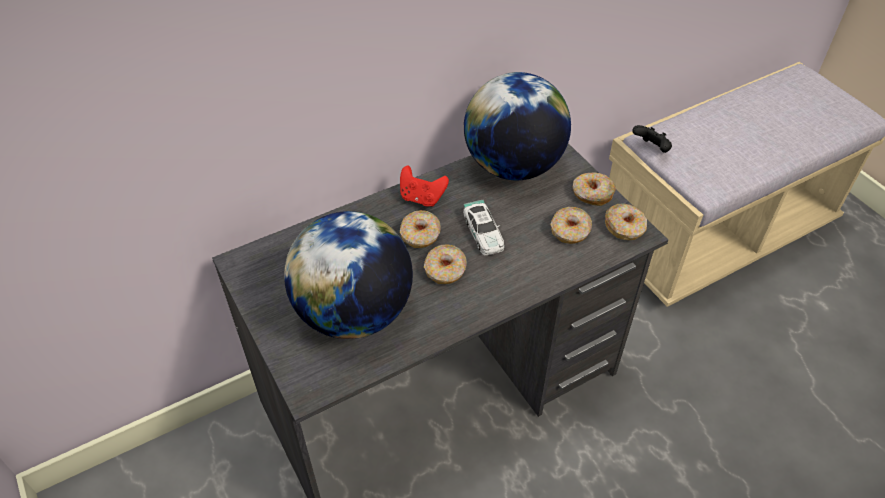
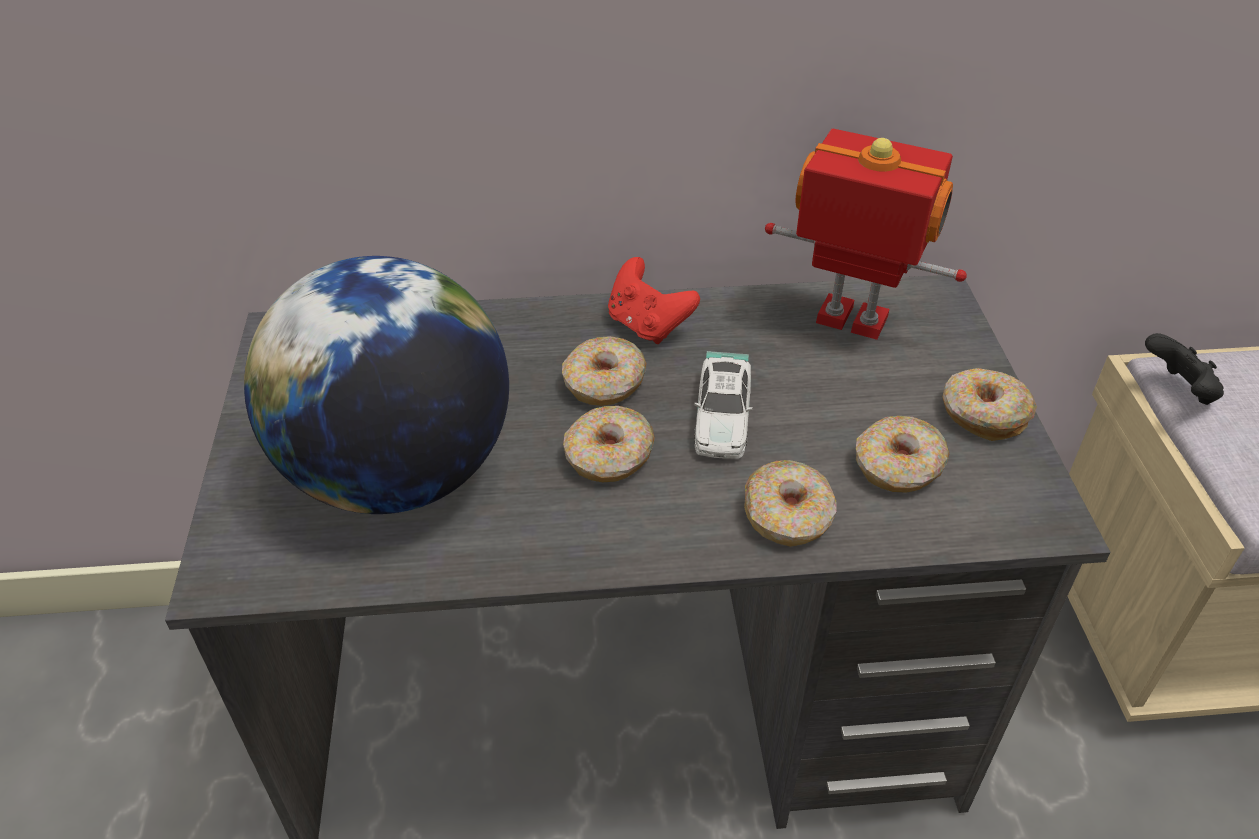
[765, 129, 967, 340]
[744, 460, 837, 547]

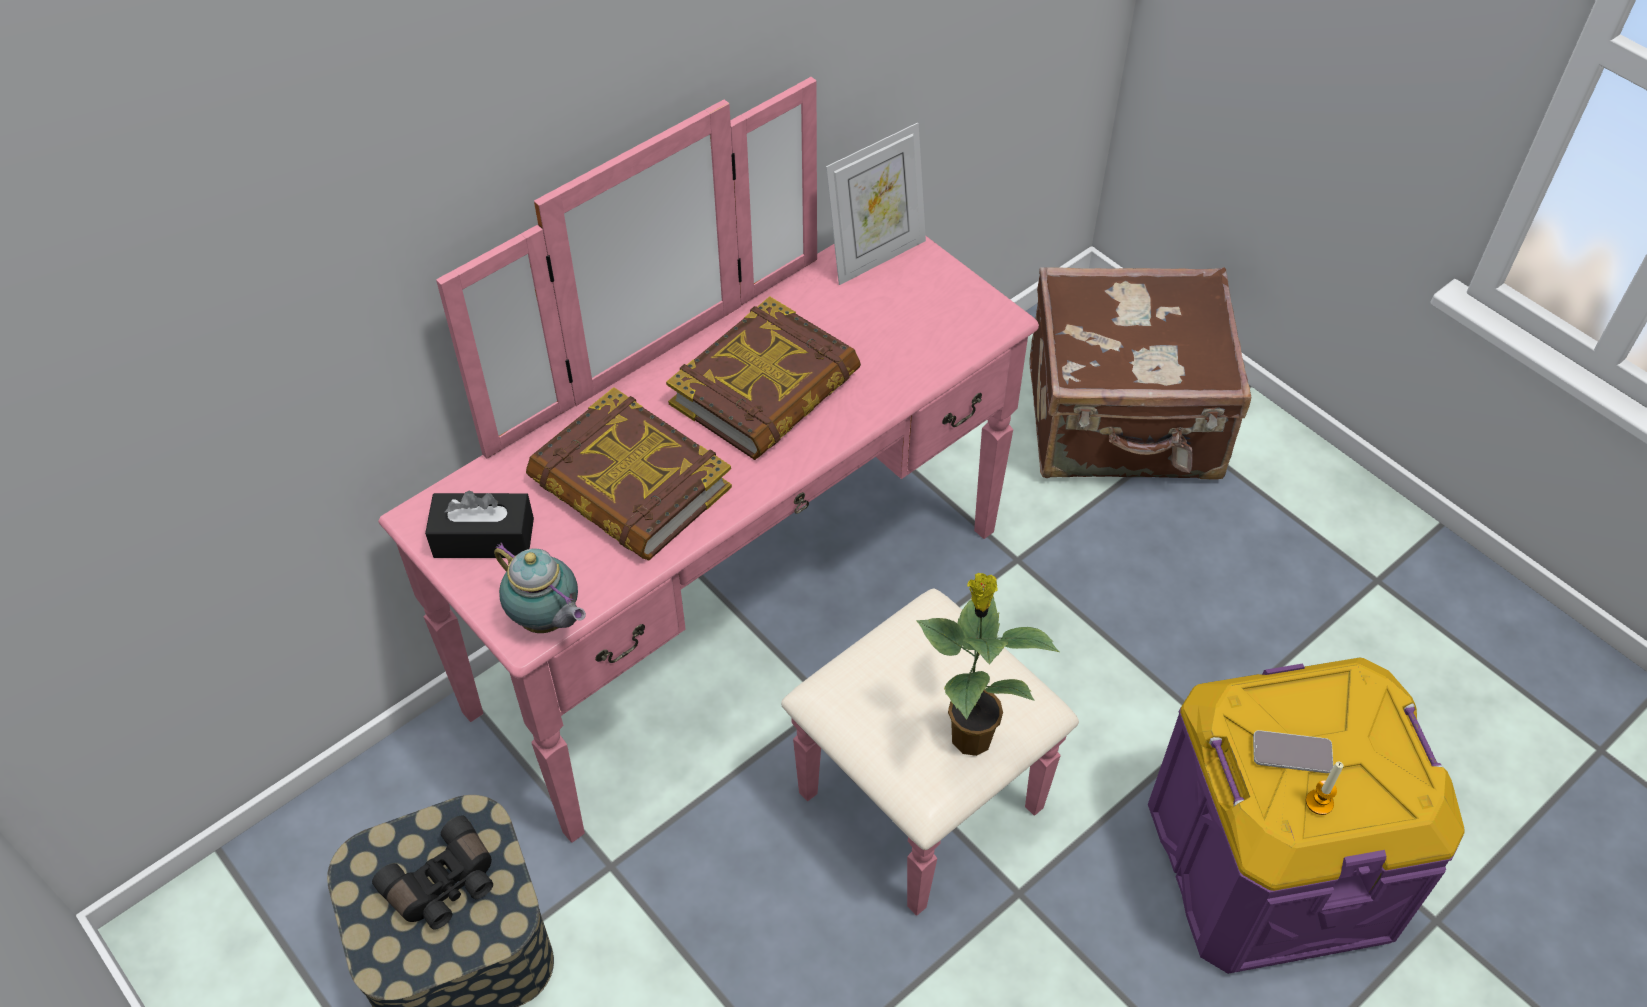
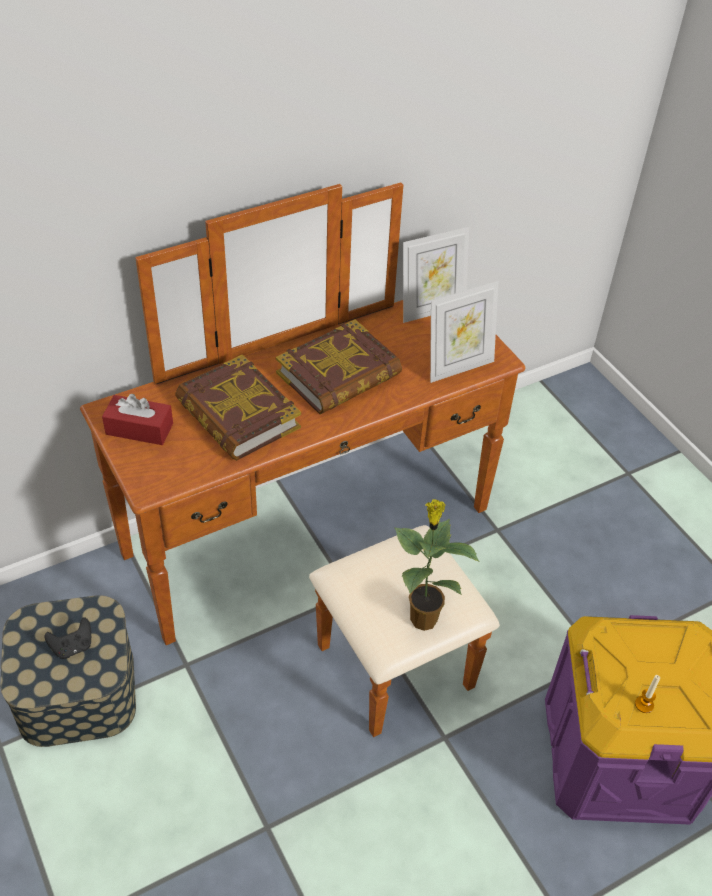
[45, 617, 91, 659]
[80, 182, 525, 737]
[102, 394, 173, 445]
[494, 543, 586, 633] (first image)
[1029, 267, 1251, 480] (first image)
[1253, 730, 1333, 773] (first image)
[430, 281, 499, 383]

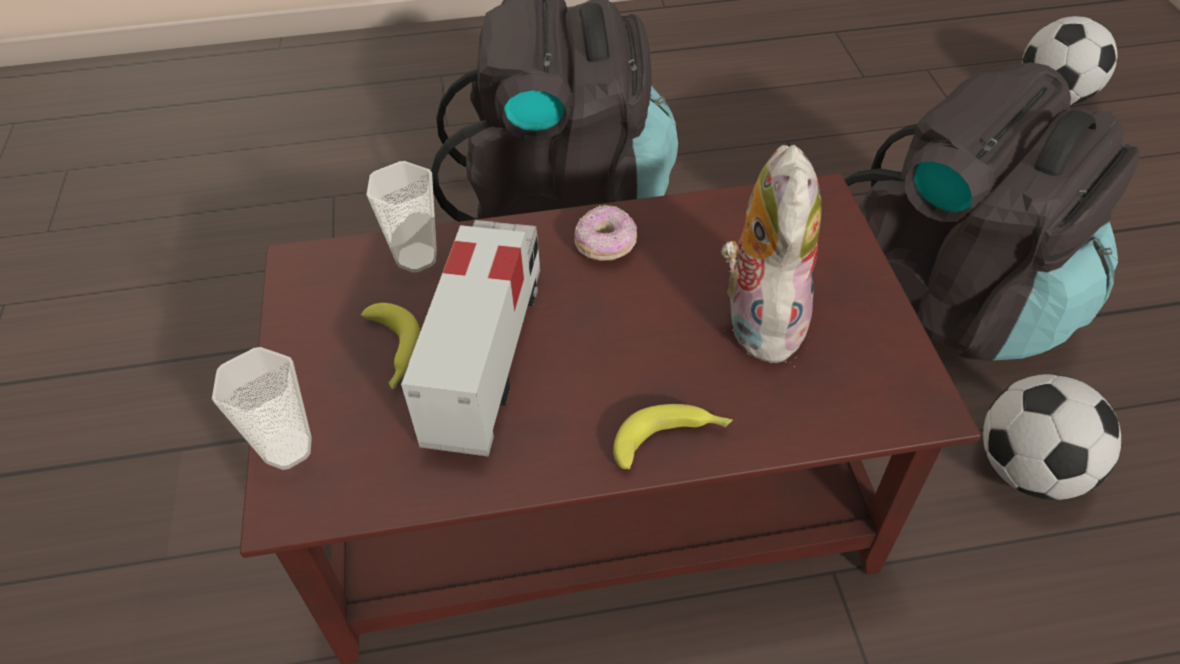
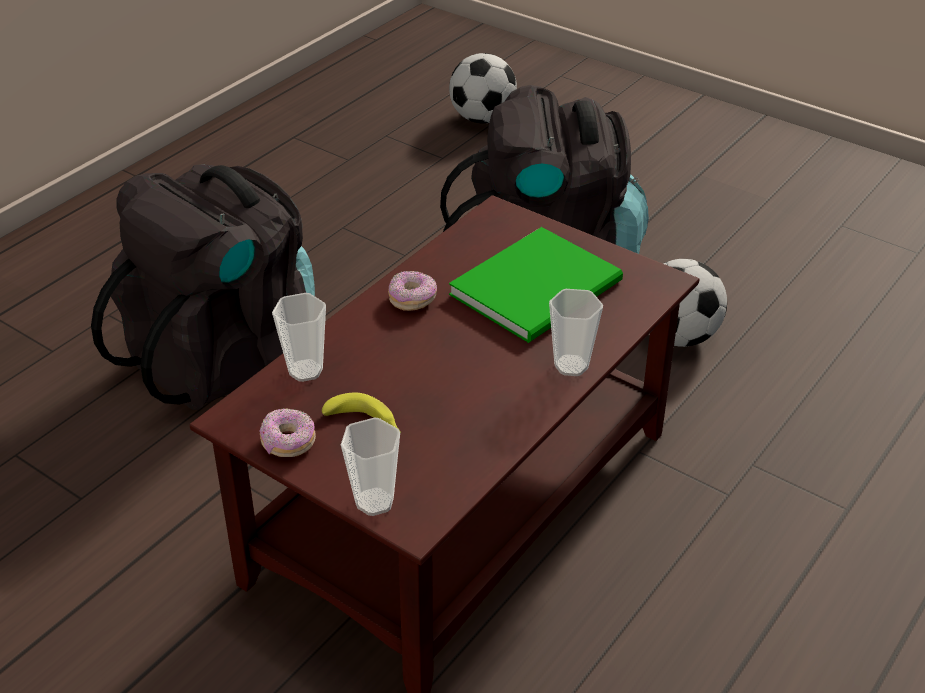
[401, 220, 540, 456] (first image)
[549, 289, 603, 376]
[449, 227, 623, 343]
[260, 408, 316, 457]

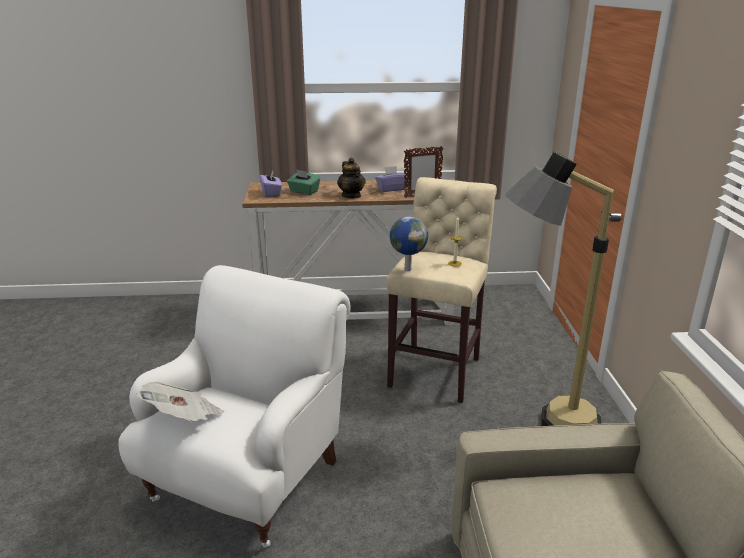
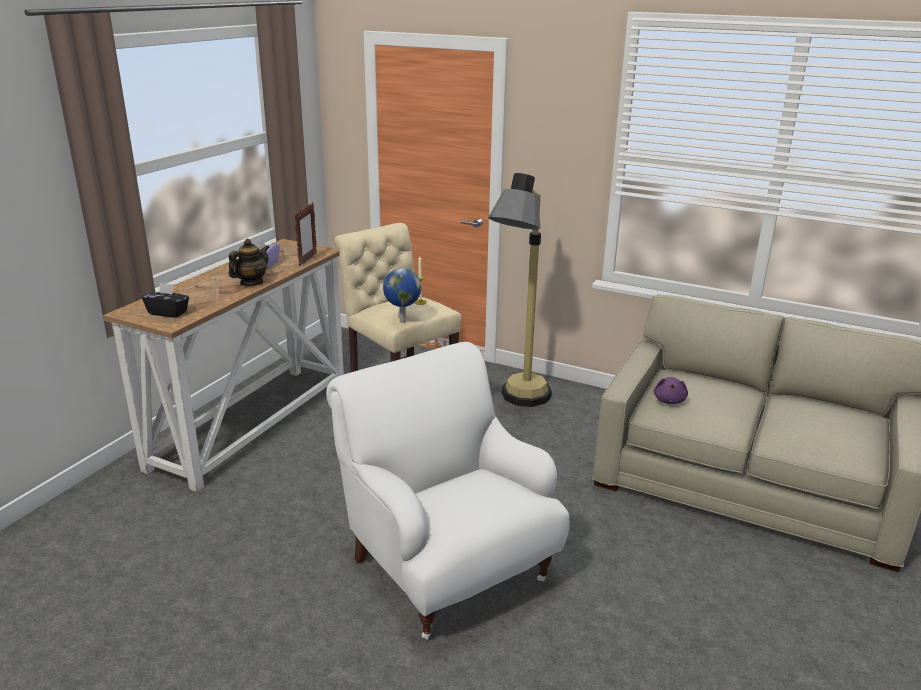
[136, 382, 224, 422] (first image)
[142, 283, 189, 318]
[287, 169, 320, 195] (first image)
[228, 239, 269, 286]
[653, 377, 688, 404]

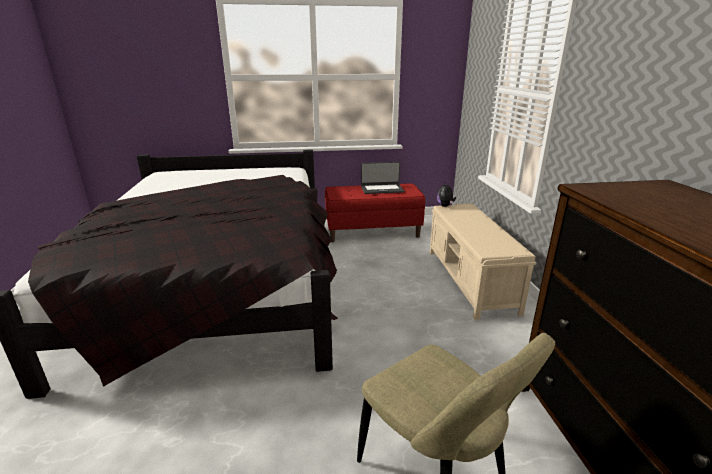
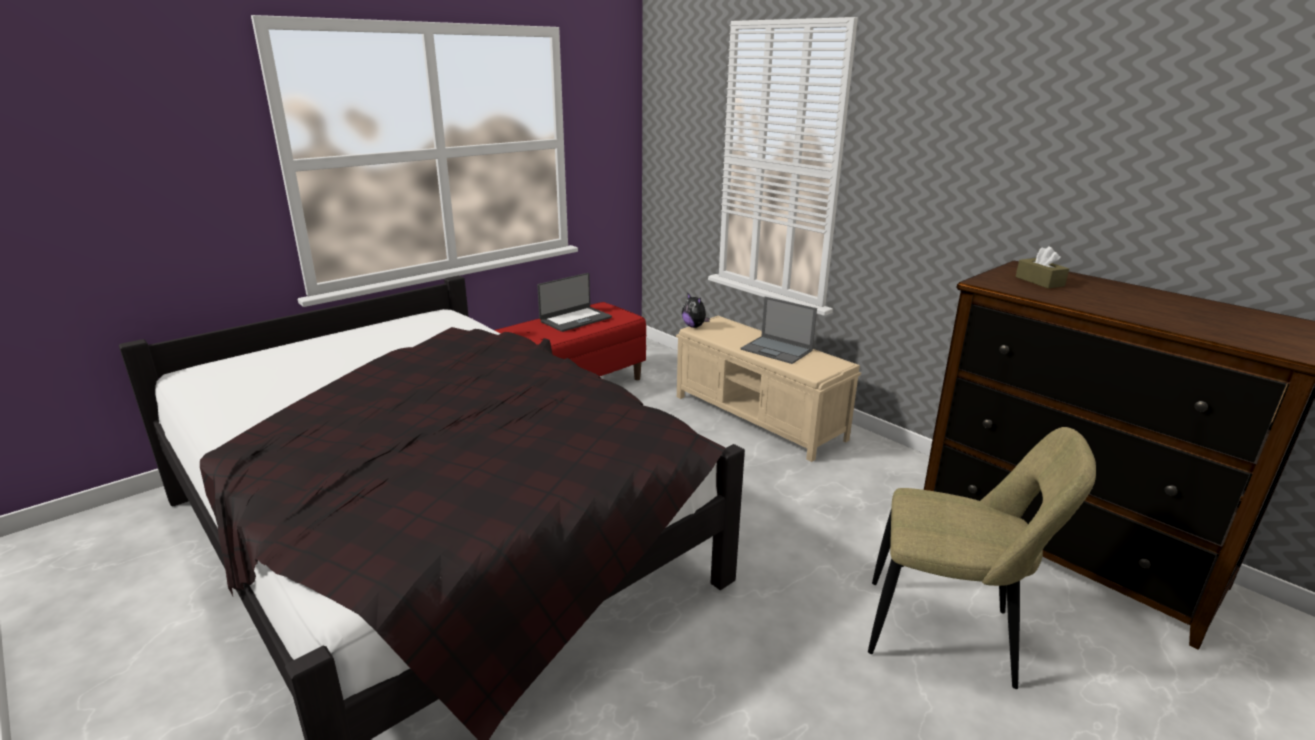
[741, 296, 817, 364]
[1015, 246, 1069, 288]

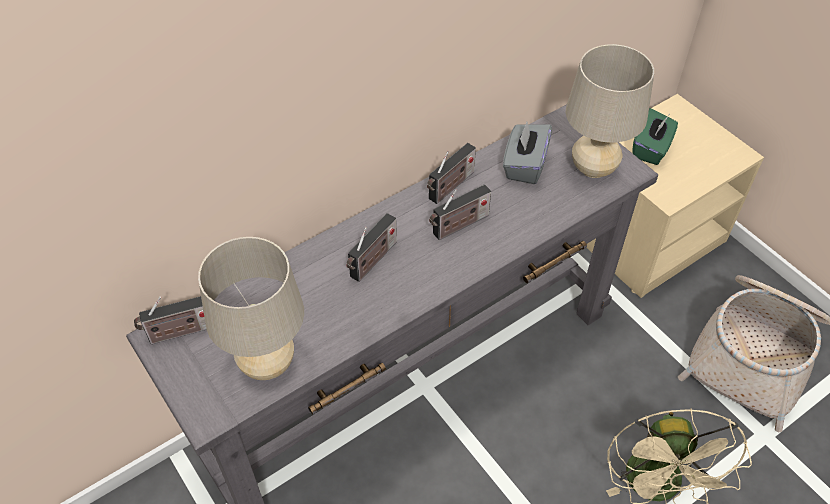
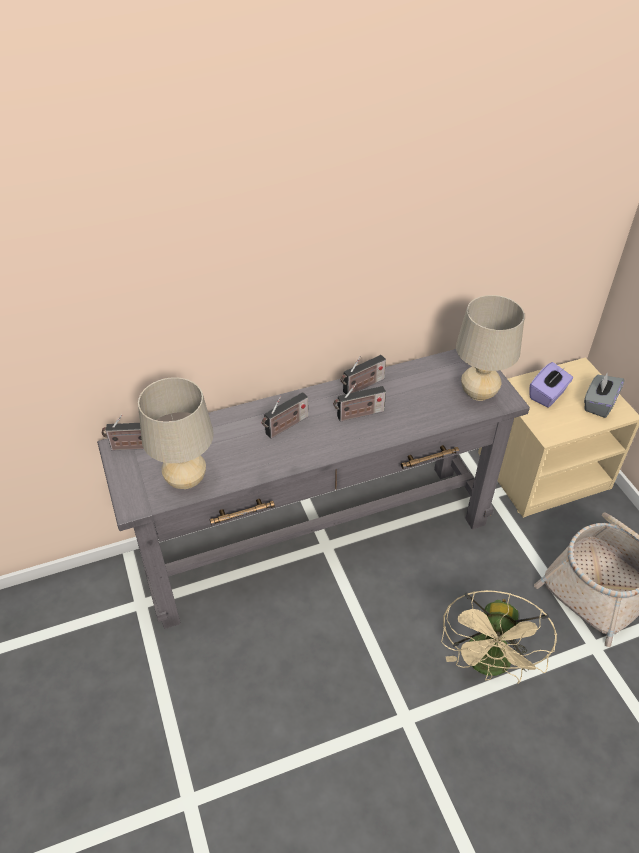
[584, 373, 624, 418]
[529, 362, 573, 408]

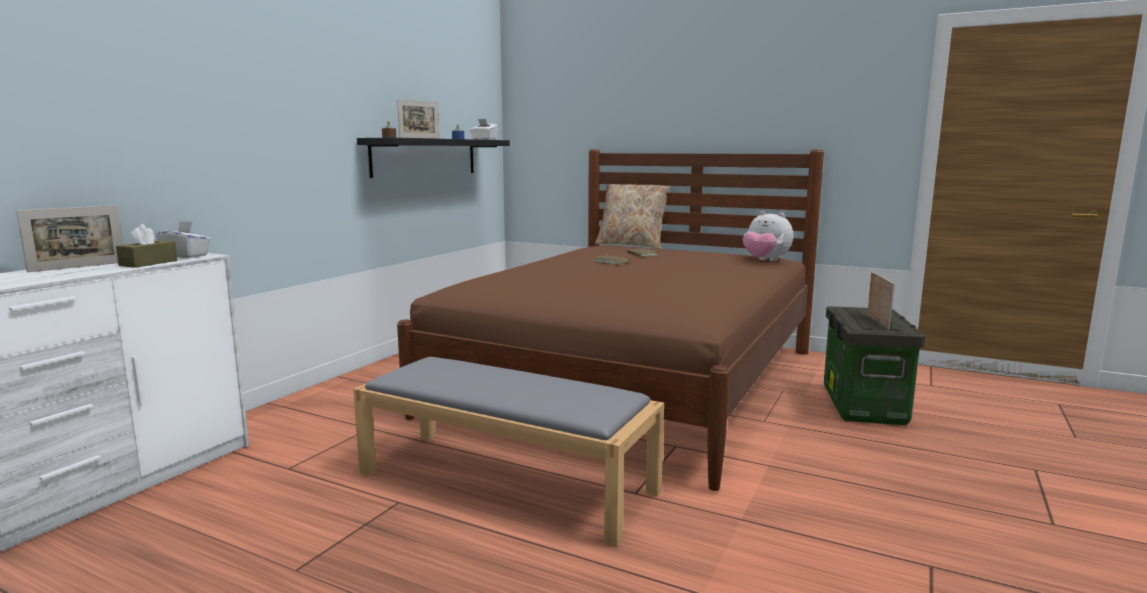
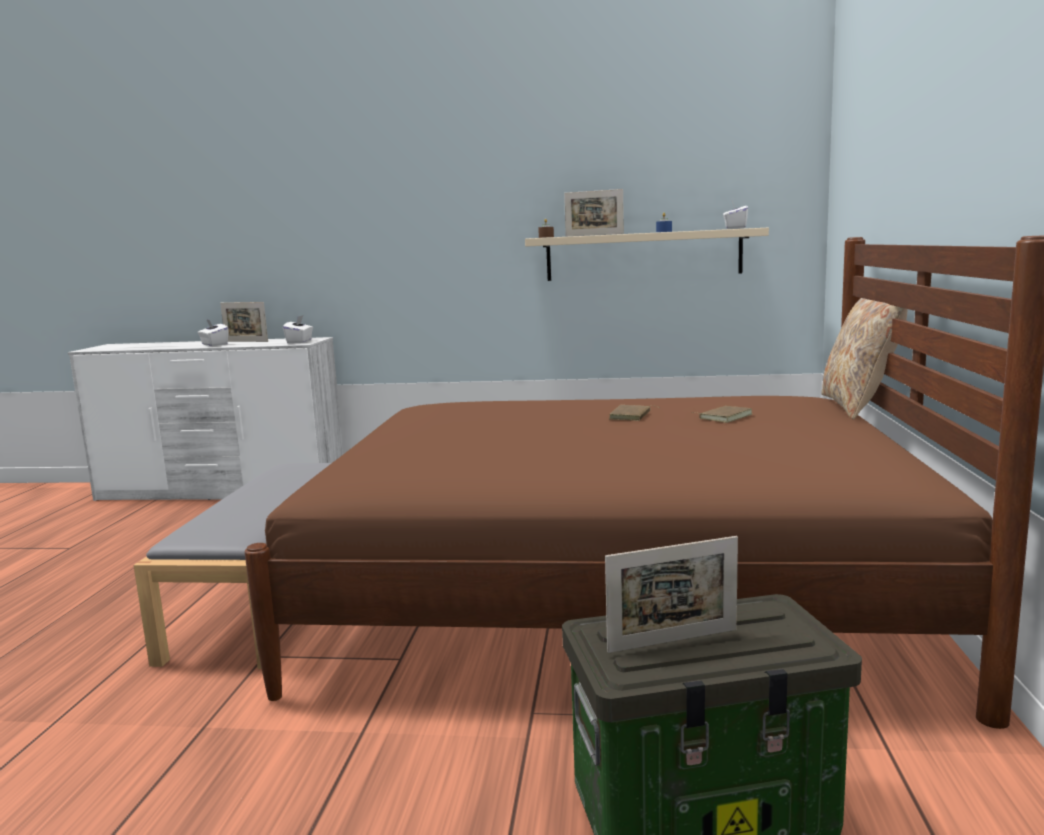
[116, 224, 177, 268] (first image)
[525, 228, 769, 281]
[743, 211, 793, 261] (first image)
[198, 319, 228, 346]

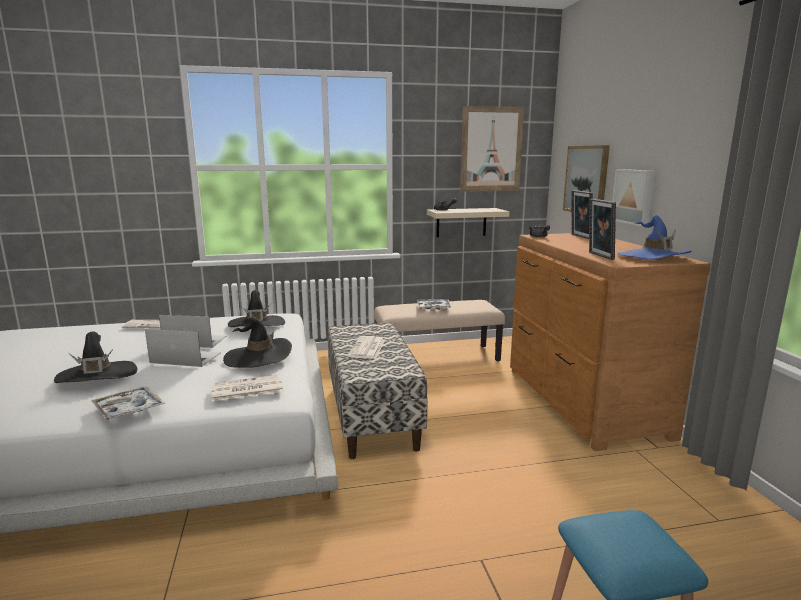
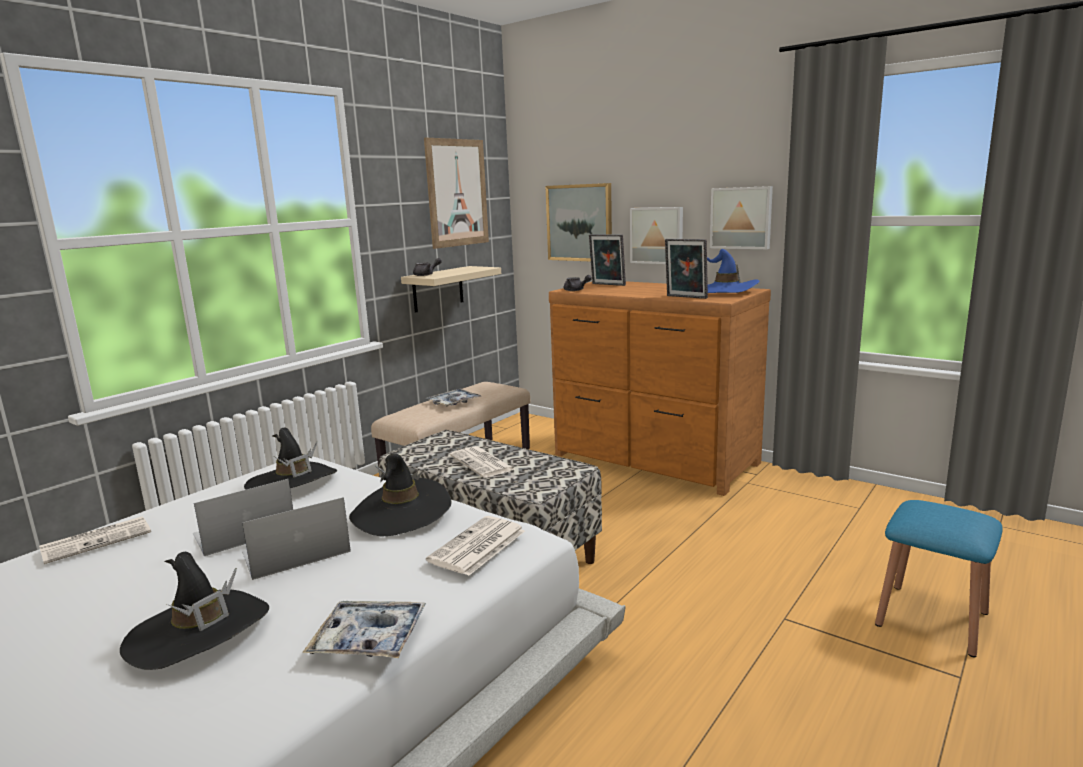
[710, 186, 773, 249]

